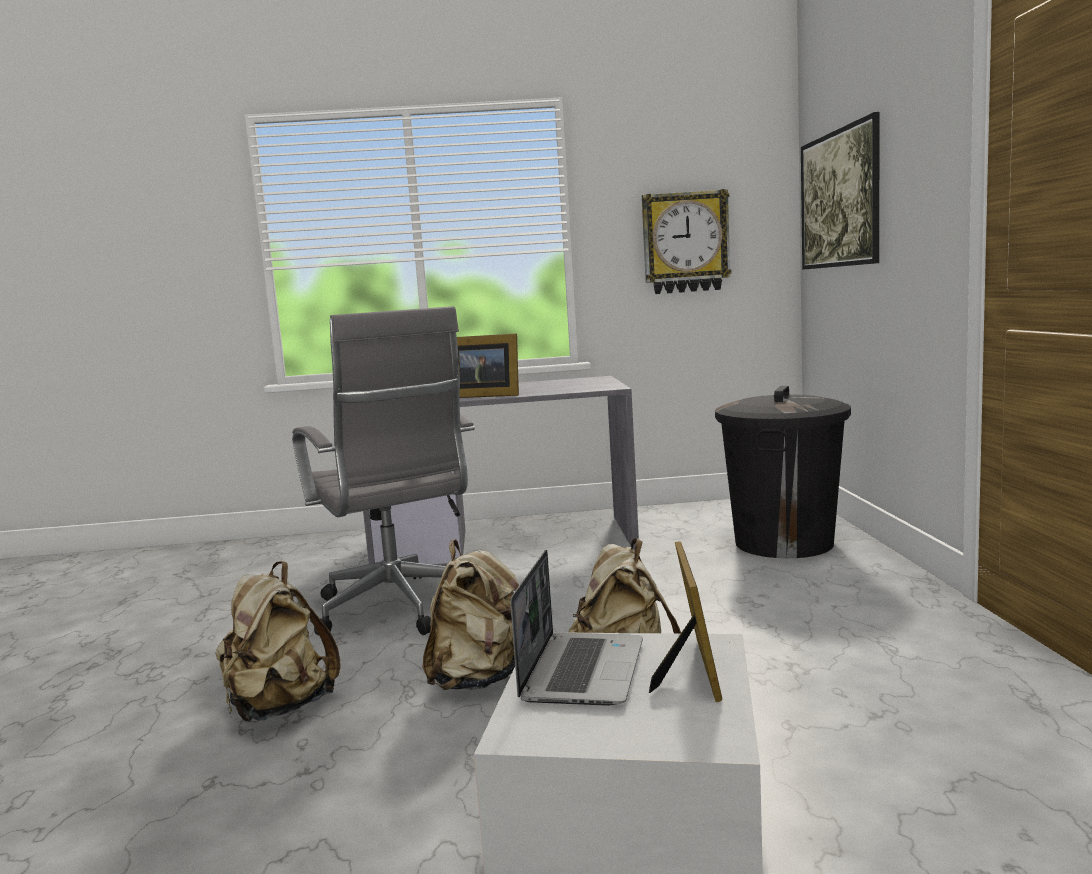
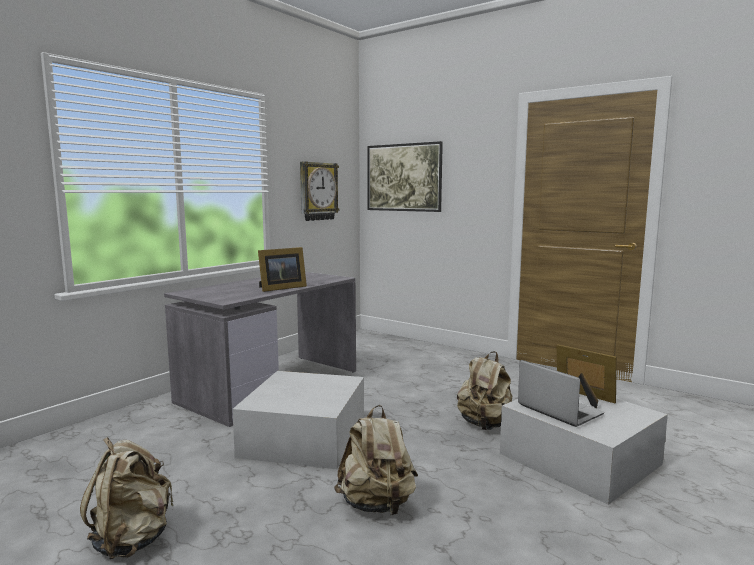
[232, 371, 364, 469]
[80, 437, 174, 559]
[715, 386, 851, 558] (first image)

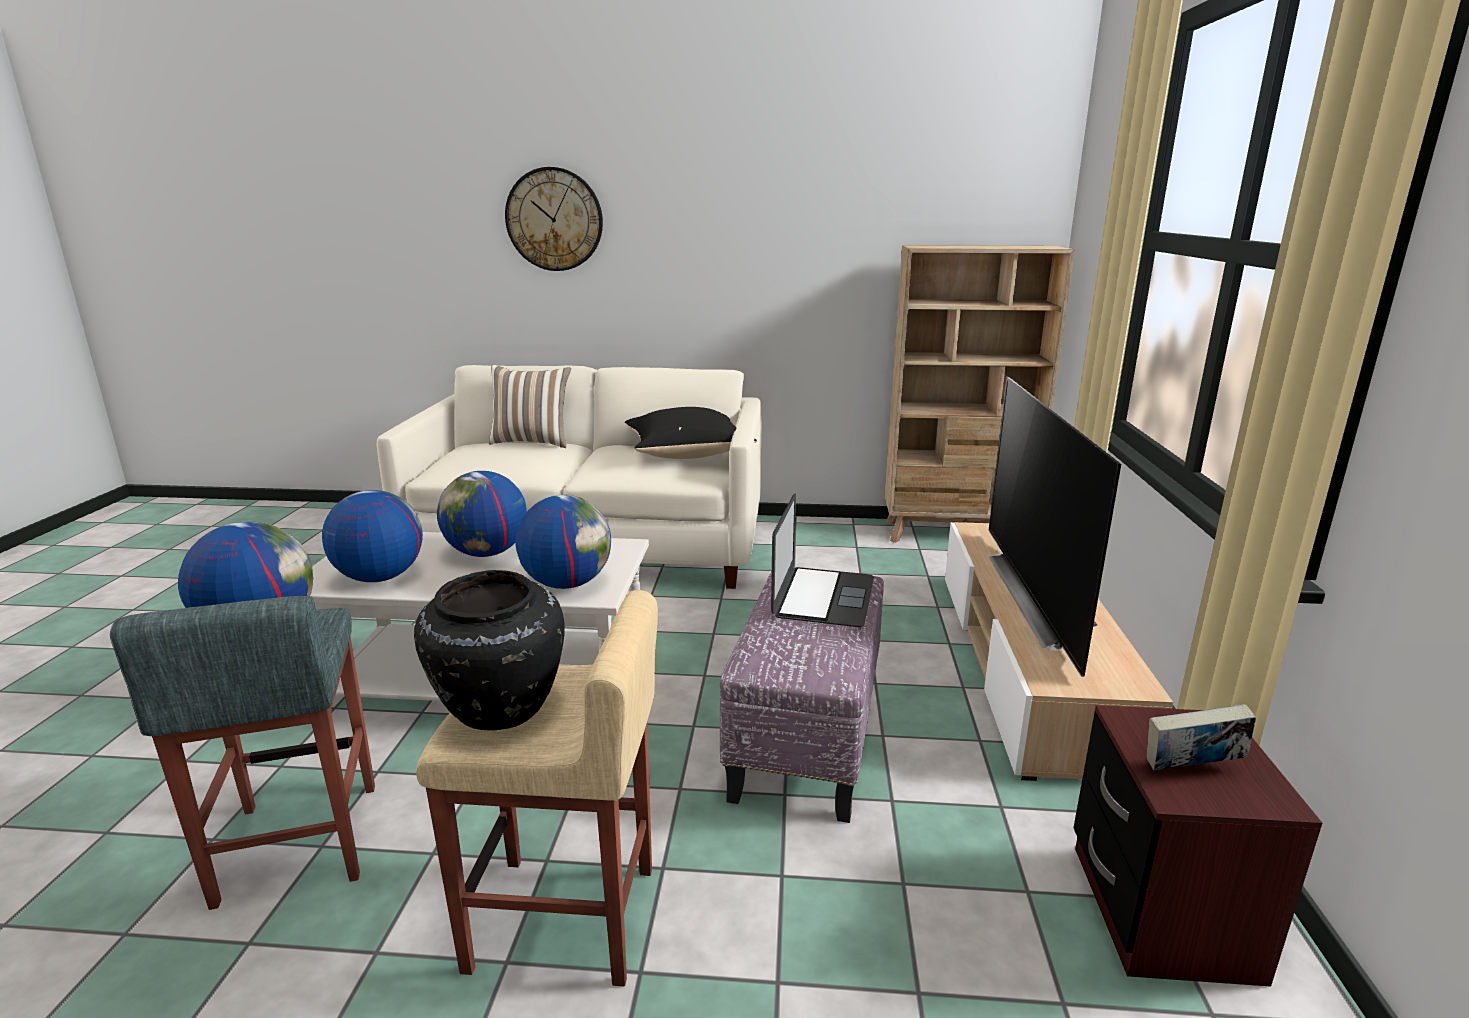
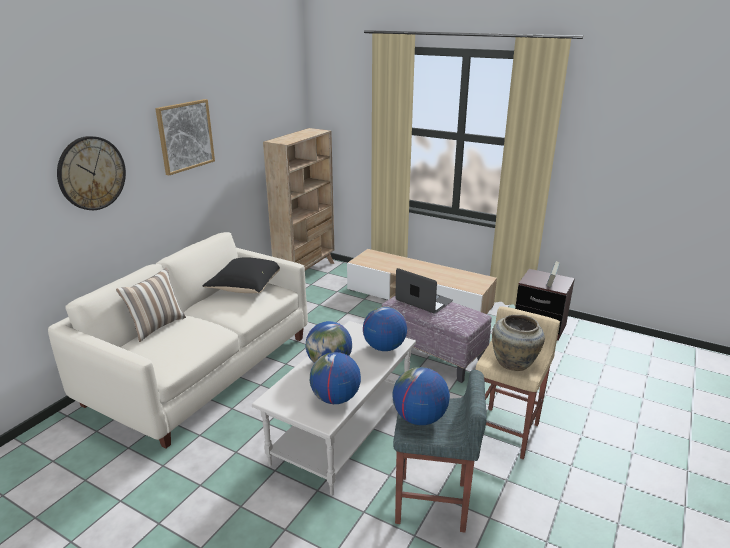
[492, 315, 545, 371]
[988, 377, 1121, 677] (first image)
[155, 99, 215, 175]

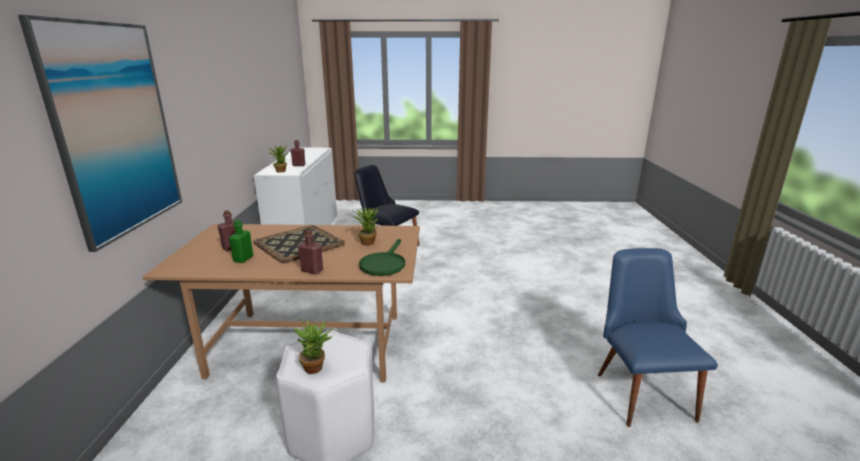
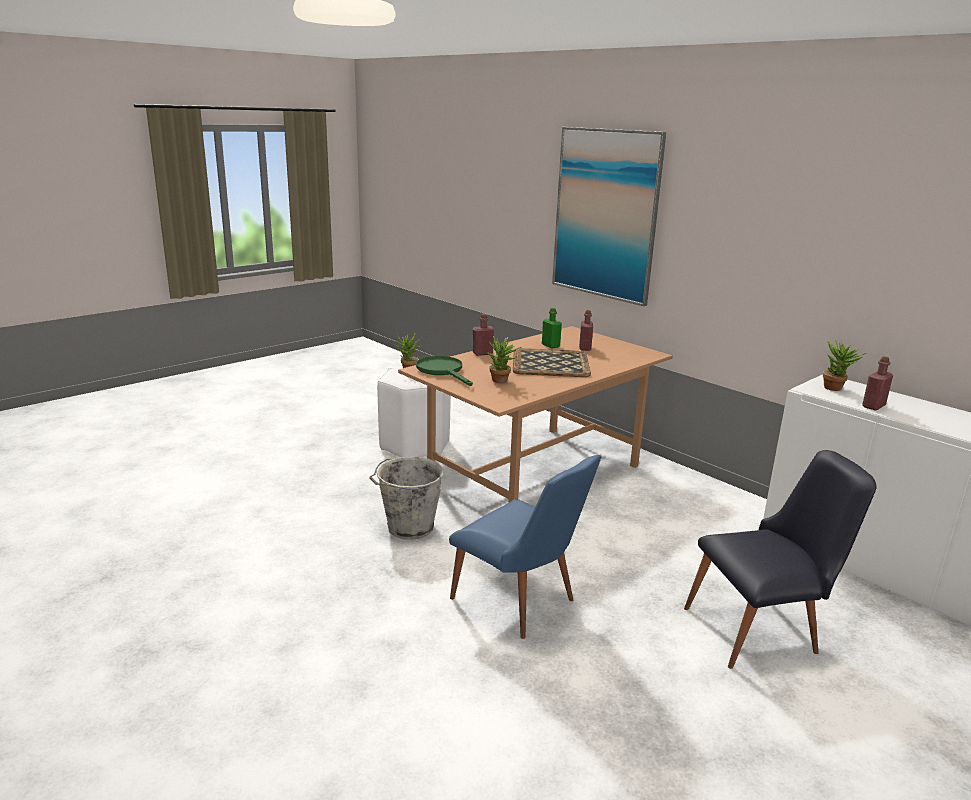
[449, 455, 601, 639]
[369, 457, 444, 540]

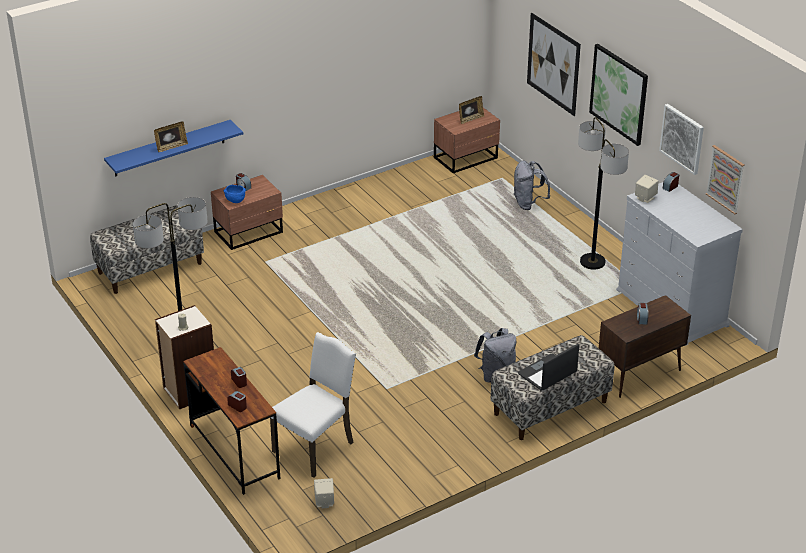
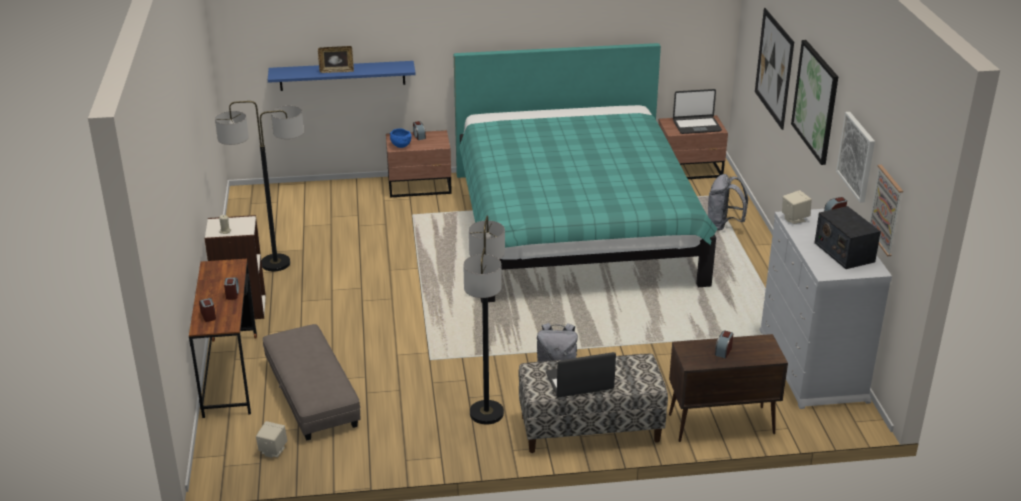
[90, 205, 204, 294] (first image)
[262, 324, 361, 440]
[673, 89, 722, 134]
[463, 216, 505, 424]
[454, 43, 718, 303]
[815, 206, 881, 269]

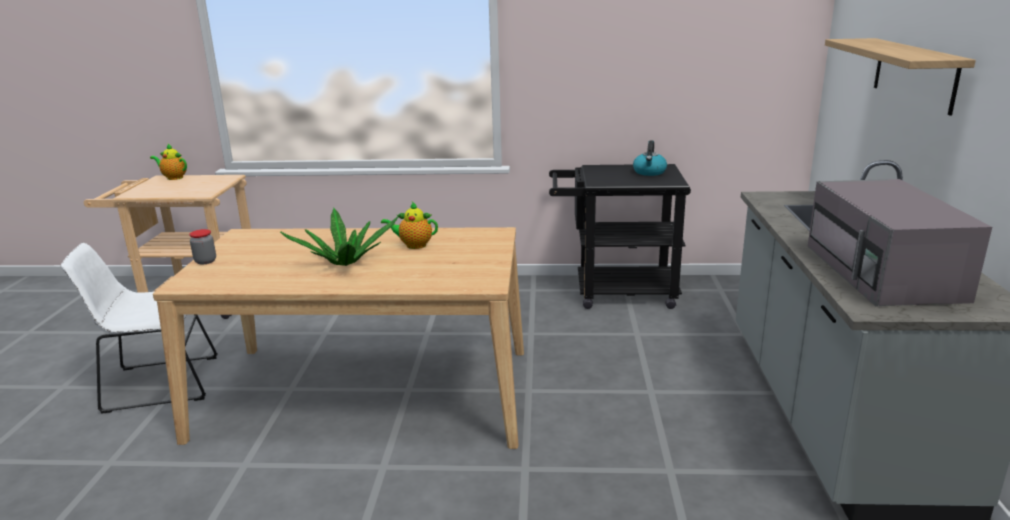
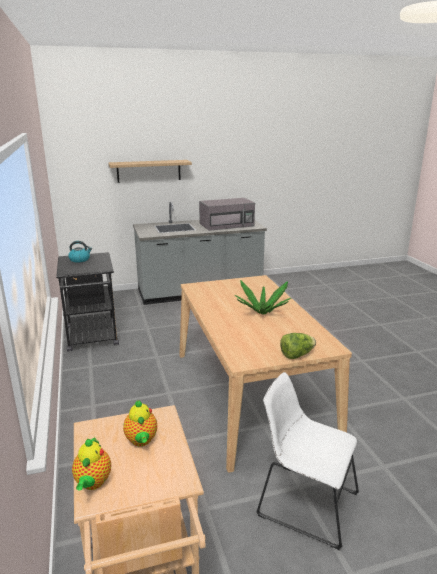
[257, 372, 359, 550]
[280, 333, 316, 359]
[123, 400, 157, 447]

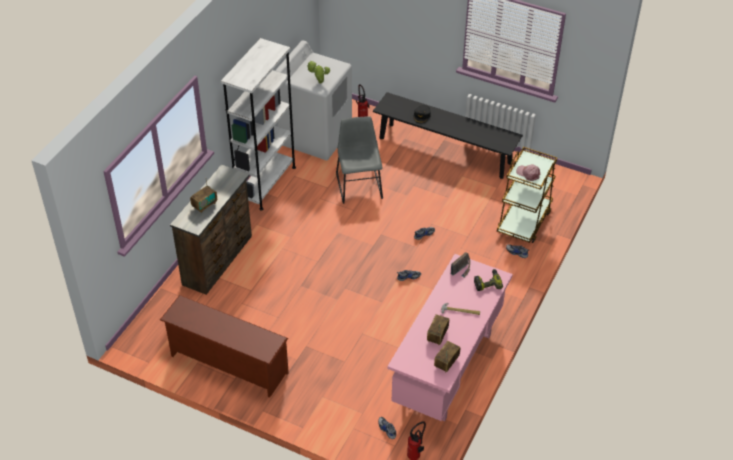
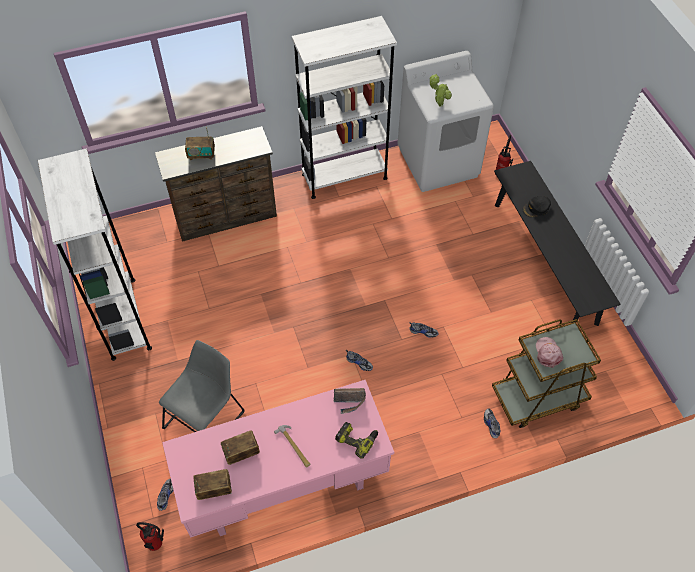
[38, 148, 152, 361]
[159, 340, 245, 432]

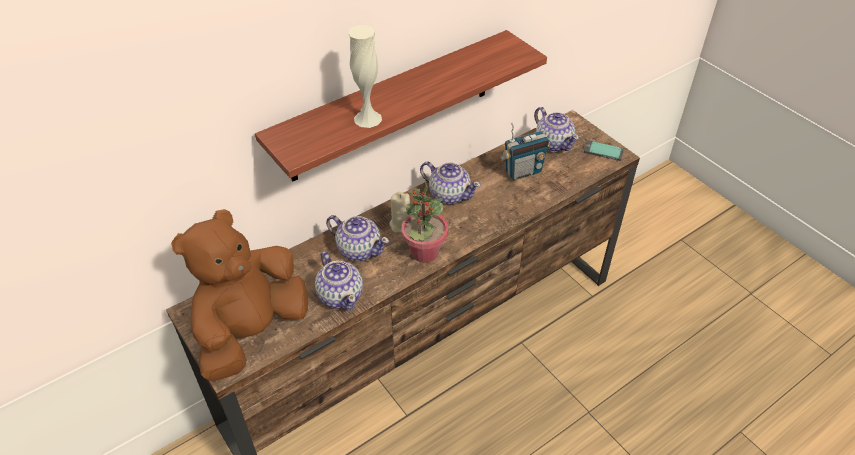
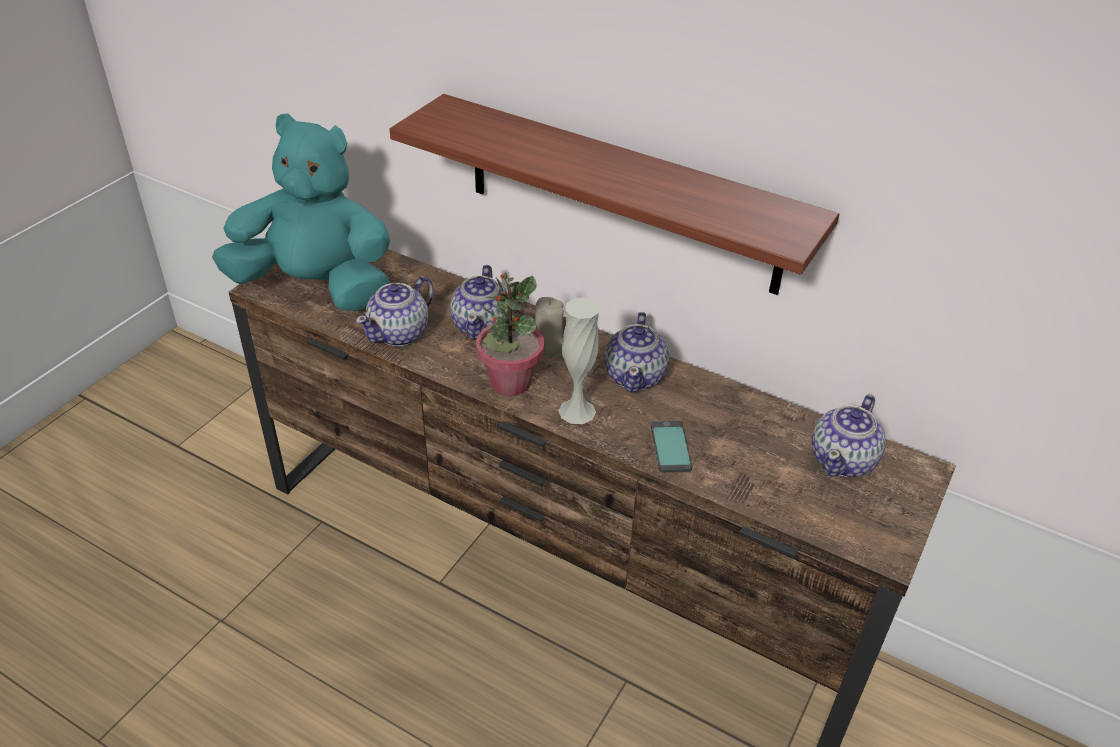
[212, 113, 391, 311]
[558, 297, 600, 424]
[500, 122, 550, 180] (first image)
[651, 421, 692, 473]

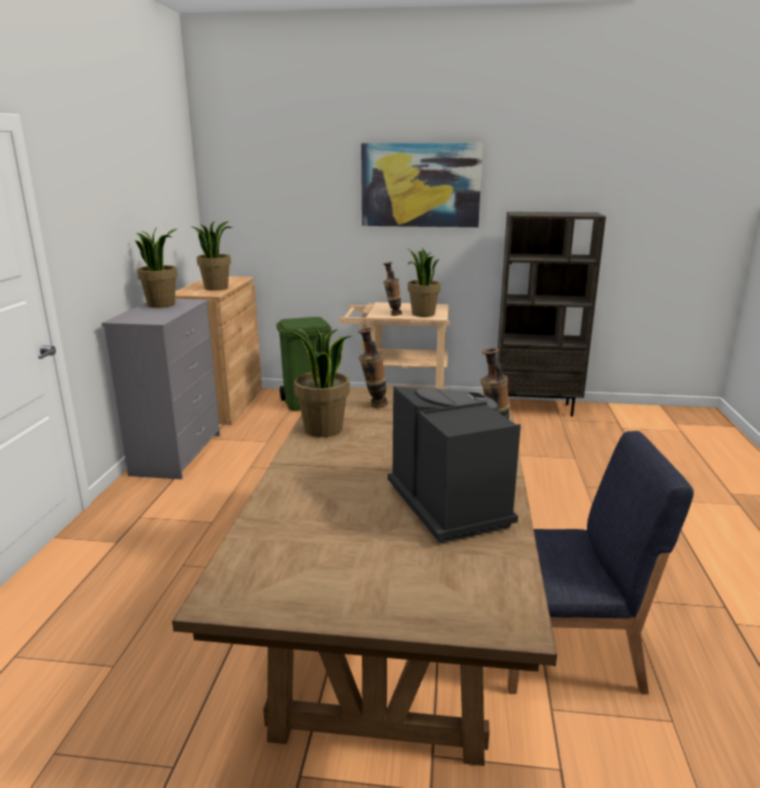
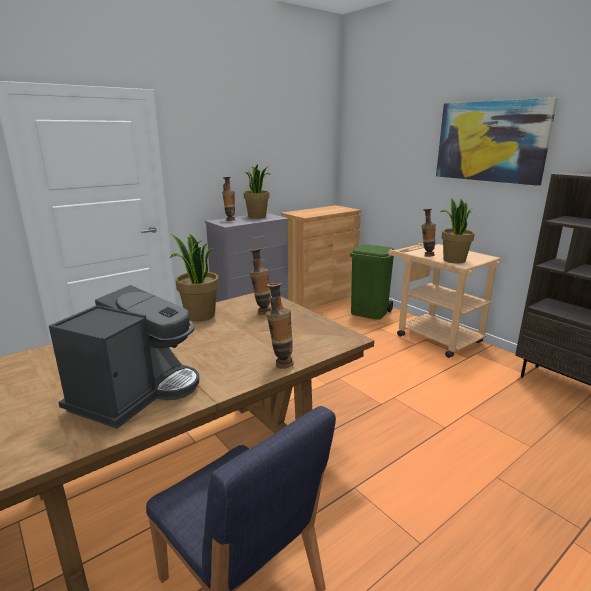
[190, 221, 232, 291] (first image)
[222, 177, 235, 221]

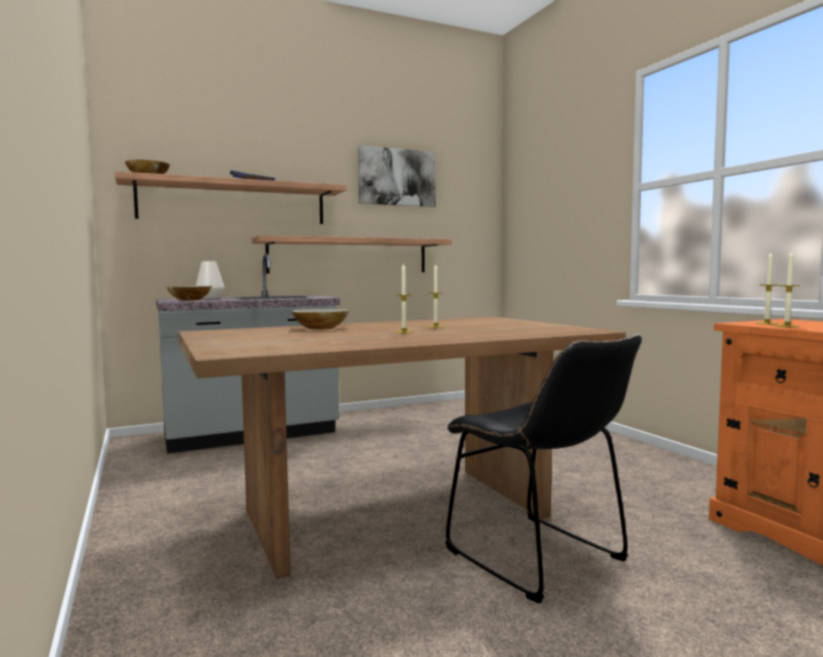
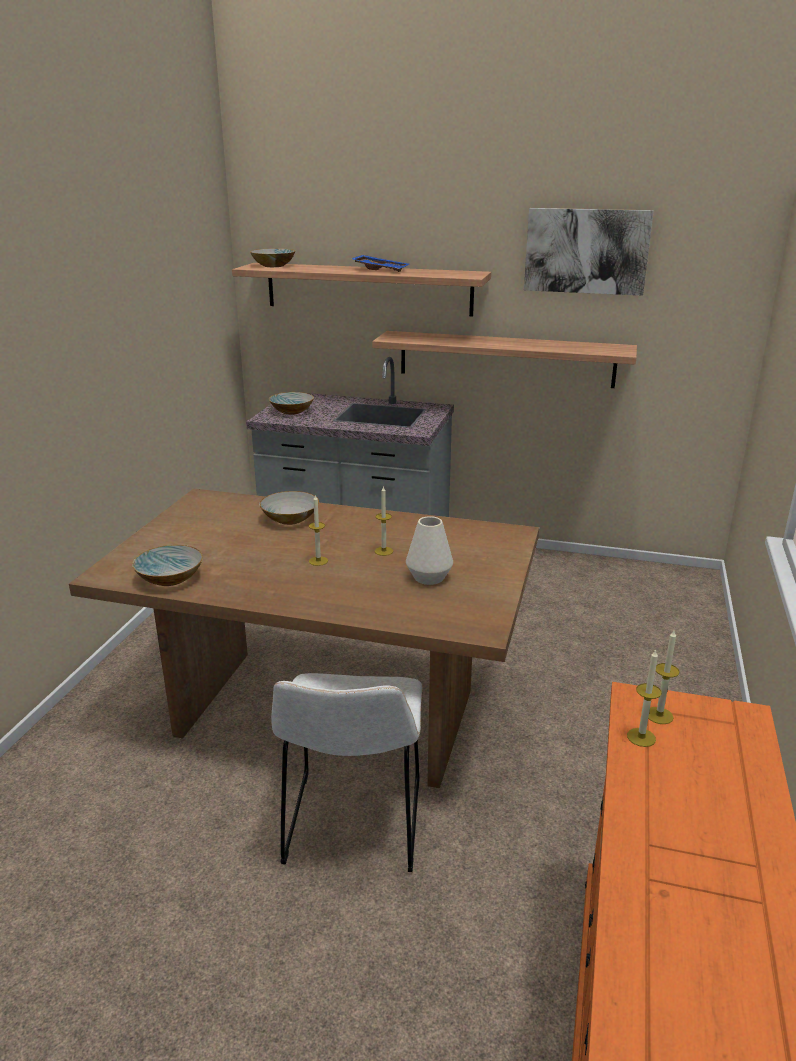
[406, 516, 453, 585]
[271, 673, 423, 872]
[132, 545, 203, 586]

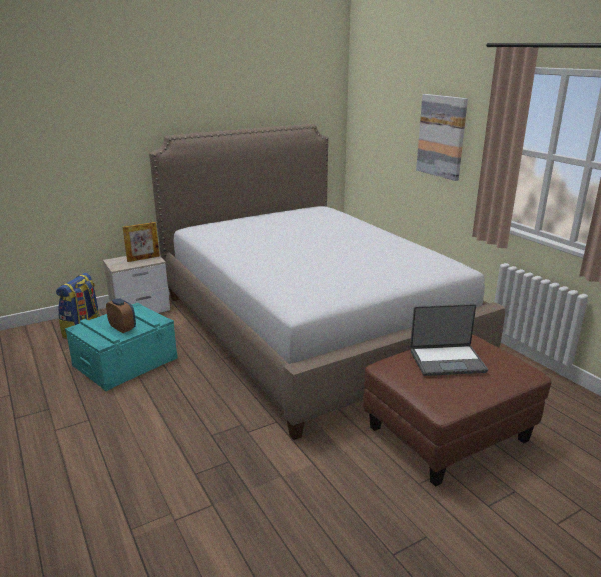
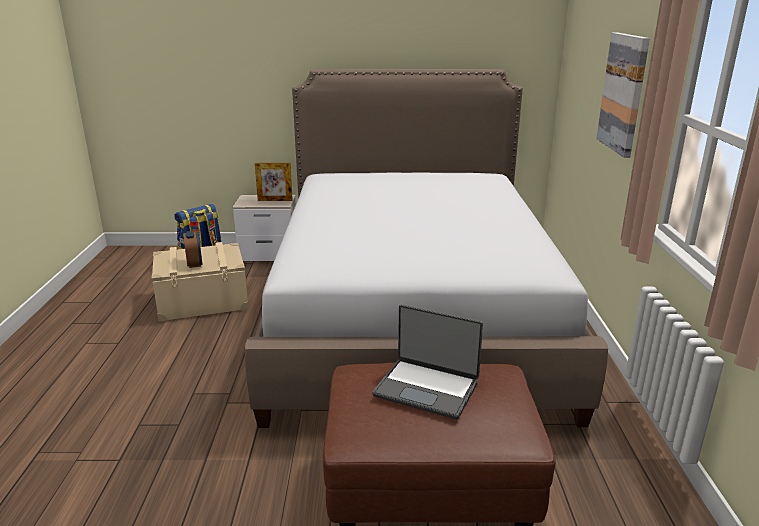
[152, 242, 249, 322]

